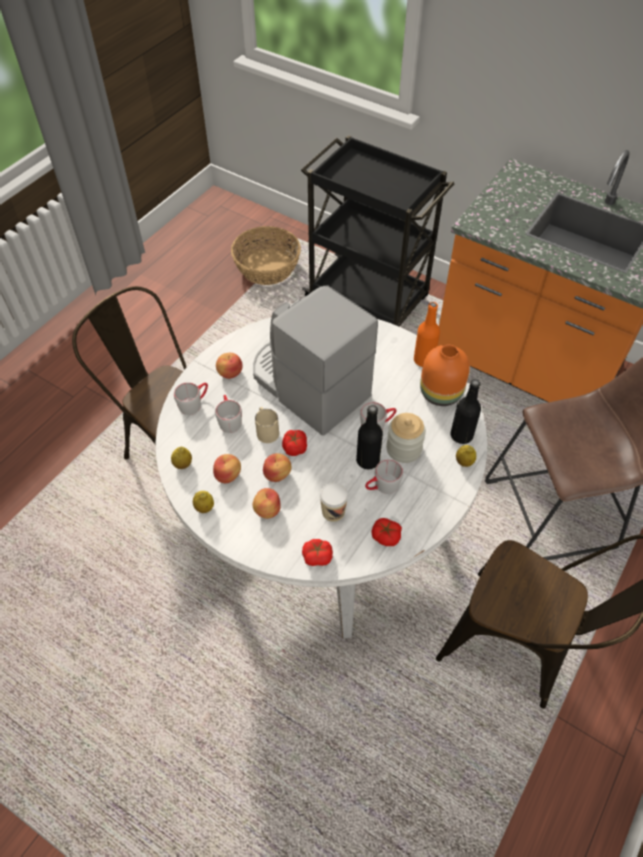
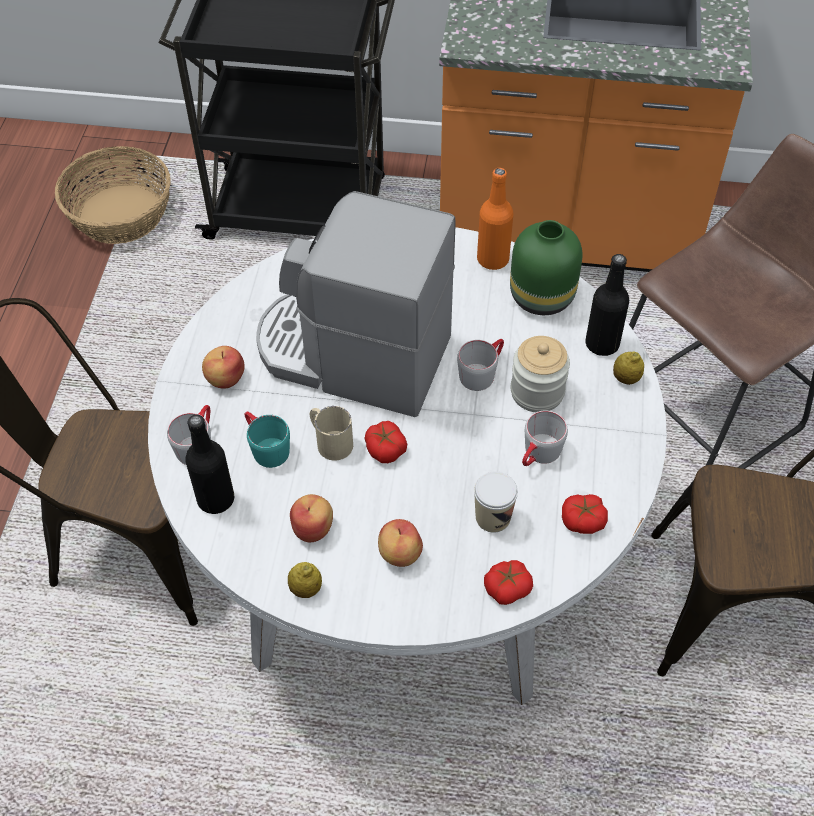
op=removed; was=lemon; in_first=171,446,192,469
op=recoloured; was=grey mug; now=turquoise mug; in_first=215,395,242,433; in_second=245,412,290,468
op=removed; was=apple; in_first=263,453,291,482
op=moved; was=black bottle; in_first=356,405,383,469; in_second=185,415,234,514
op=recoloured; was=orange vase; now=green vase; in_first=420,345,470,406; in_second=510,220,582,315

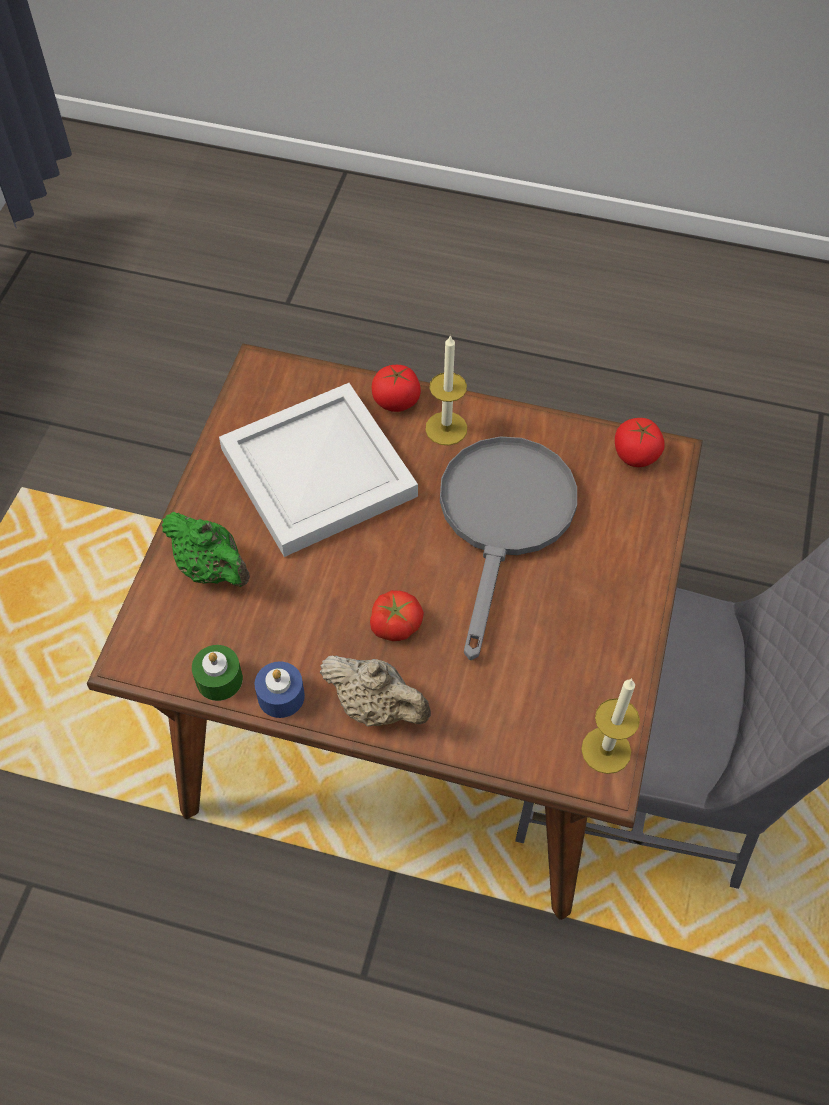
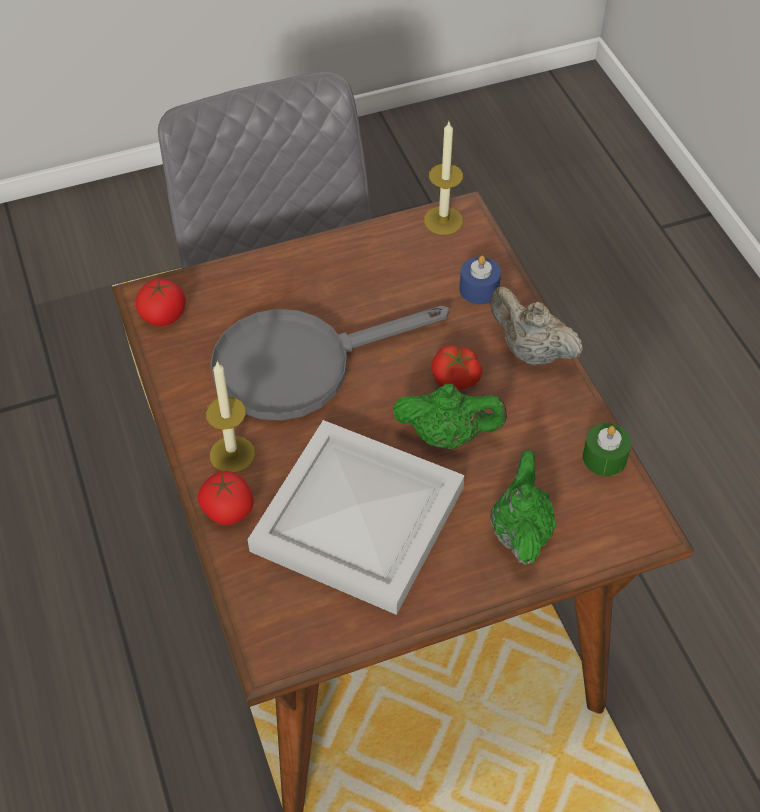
op=moved; was=blue candle; in_first=255,661,305,718; in_second=459,256,501,304
op=turned; was=beige teapot; in_first=320,656,431,727; in_second=490,287,583,366; clockwise=-45
op=added; now=green teapot; in_second=393,384,507,450

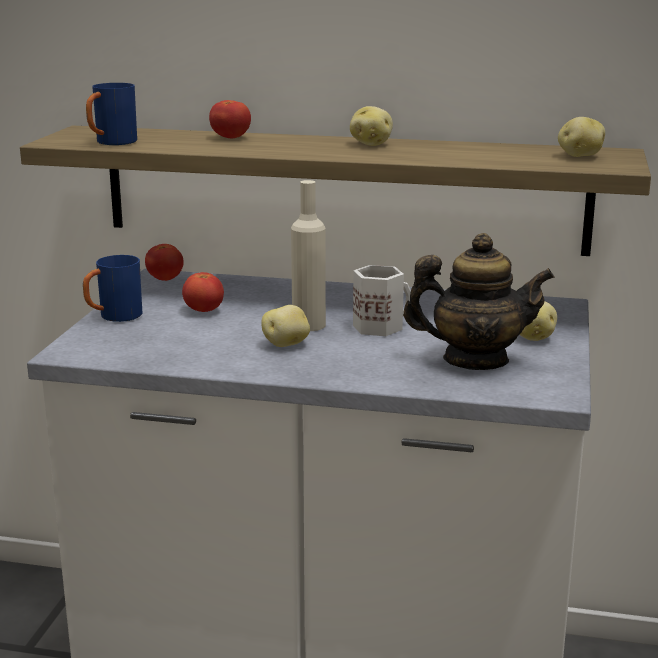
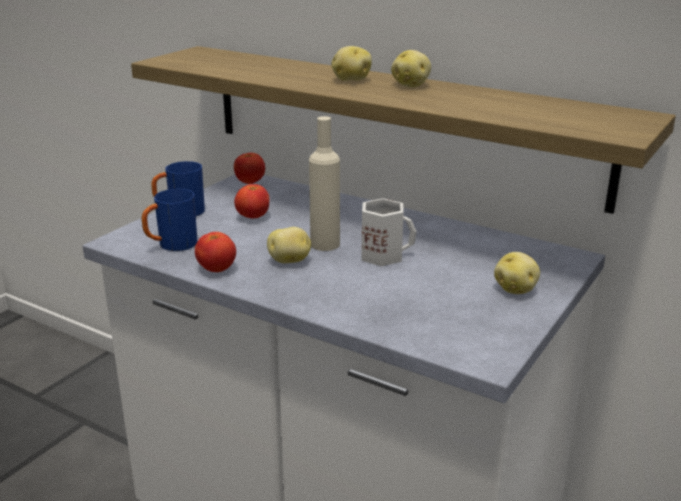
op=moved; was=blue mug; in_first=86,83,137,145; in_second=142,189,197,251
op=moved; was=tomato; in_first=209,100,251,138; in_second=195,232,236,272
op=removed; was=teapot; in_first=403,233,555,370
op=moved; was=potato; in_first=558,117,605,157; in_second=331,46,372,81

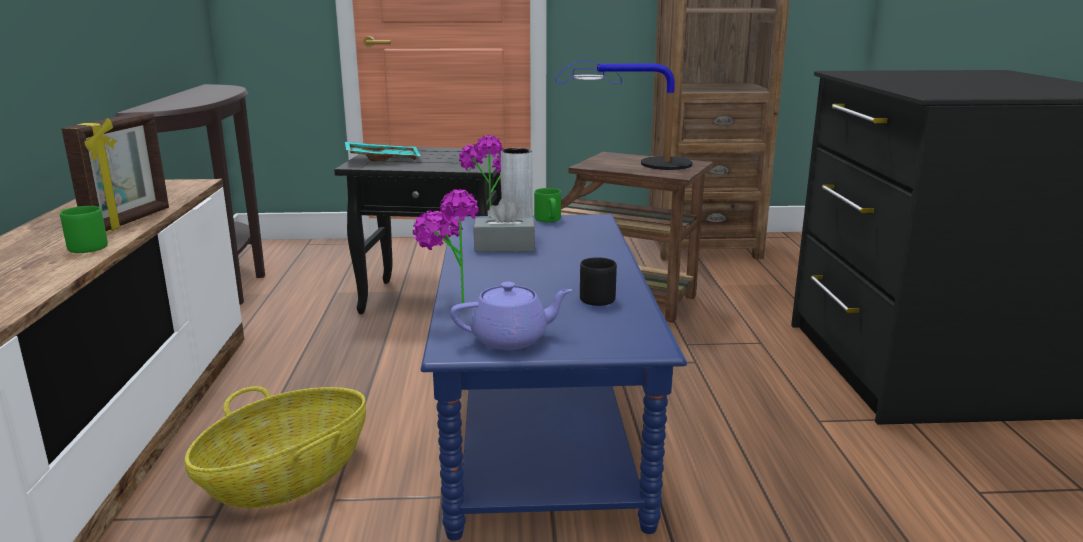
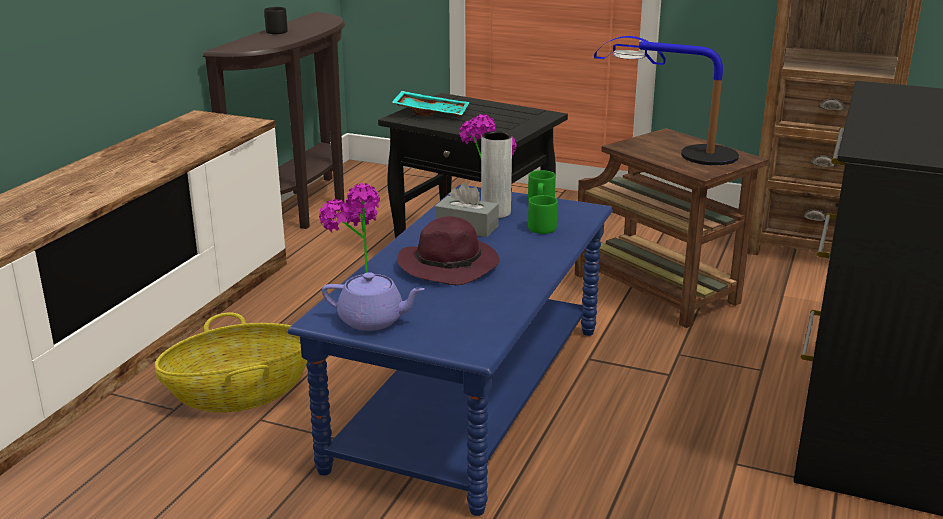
op=moved; was=green mug; in_first=60,206,108,253; in_second=528,195,558,234
op=removed; was=picture frame; in_first=61,112,169,231
op=moved; was=black mug; in_first=580,257,617,306; in_second=264,7,288,34
op=added; now=purple hat; in_second=397,216,500,285

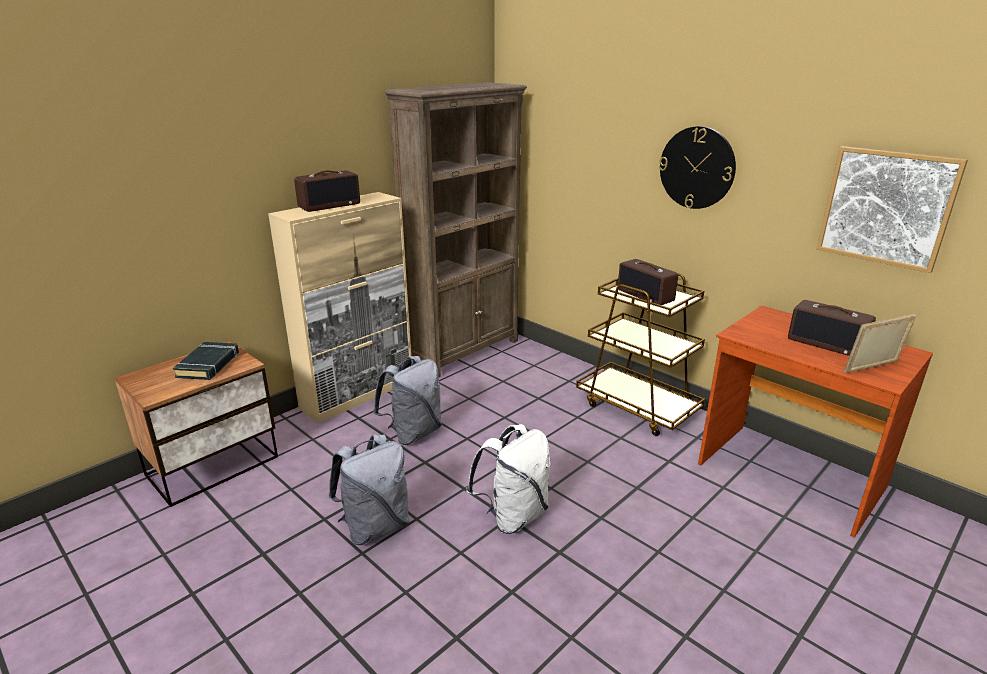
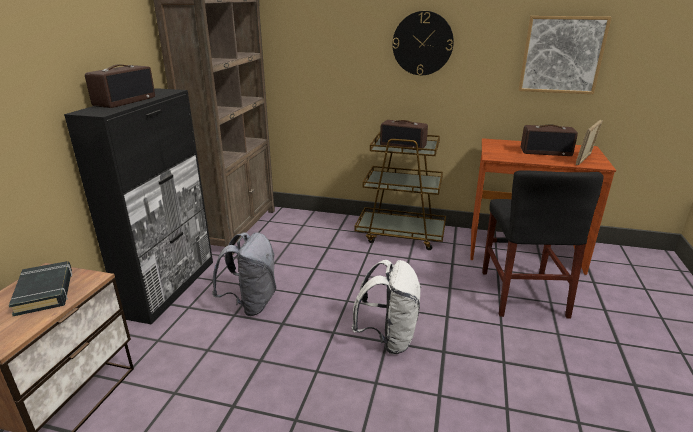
op=recoloured; was=beige cabinet; now=black cabinet; in_first=268,192,412,423; in_second=64,88,213,324
op=removed; was=grey backpack; in_first=328,434,409,545
op=added; now=black chair; in_second=482,170,604,319

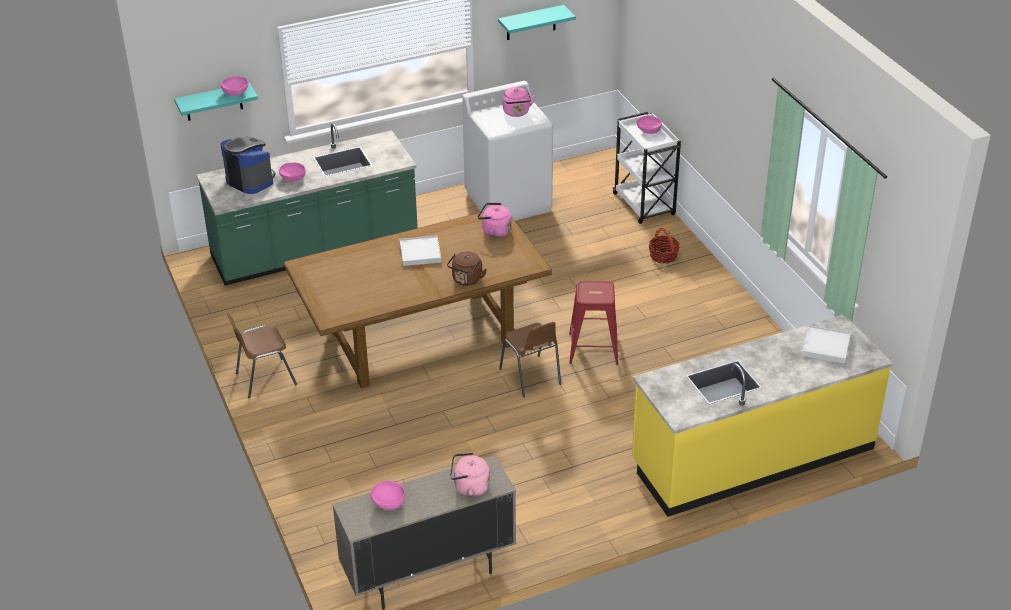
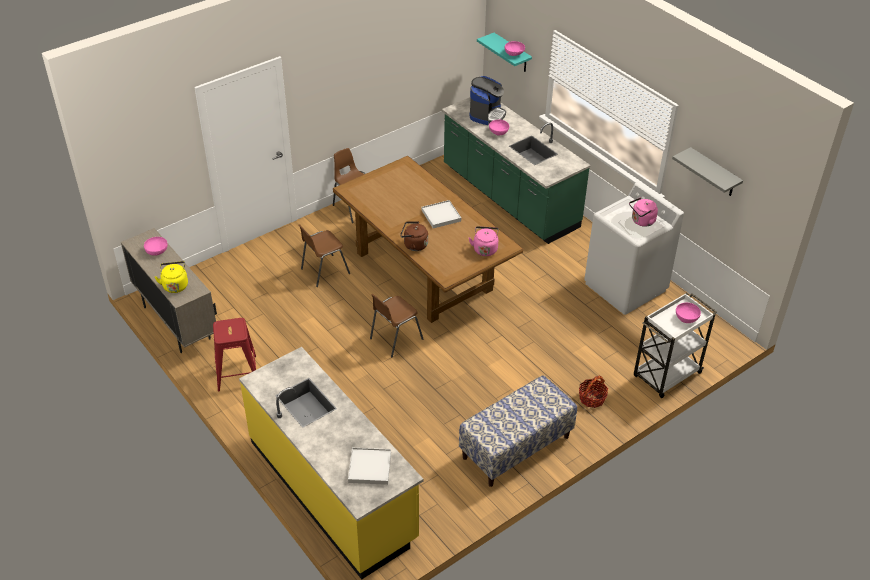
op=recoloured; was=pink kettle; now=yellow kettle; in_first=450,452,490,497; in_second=154,261,188,293
op=recoloured; was=turquoise shelf; now=grey shelf; in_first=498,5,576,40; in_second=672,147,743,196
op=moved; was=red stool; in_first=569,281,618,365; in_second=213,318,256,392
op=added; now=brown chair; in_second=299,224,350,287
op=added; now=bench; in_second=459,375,577,487

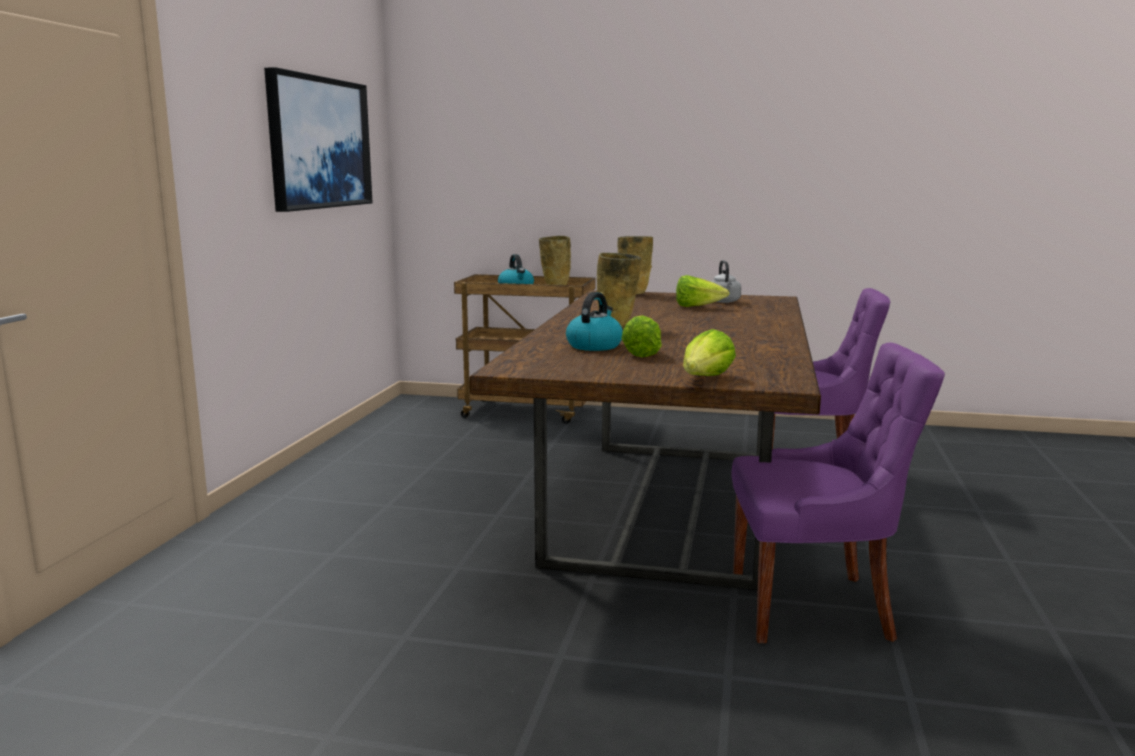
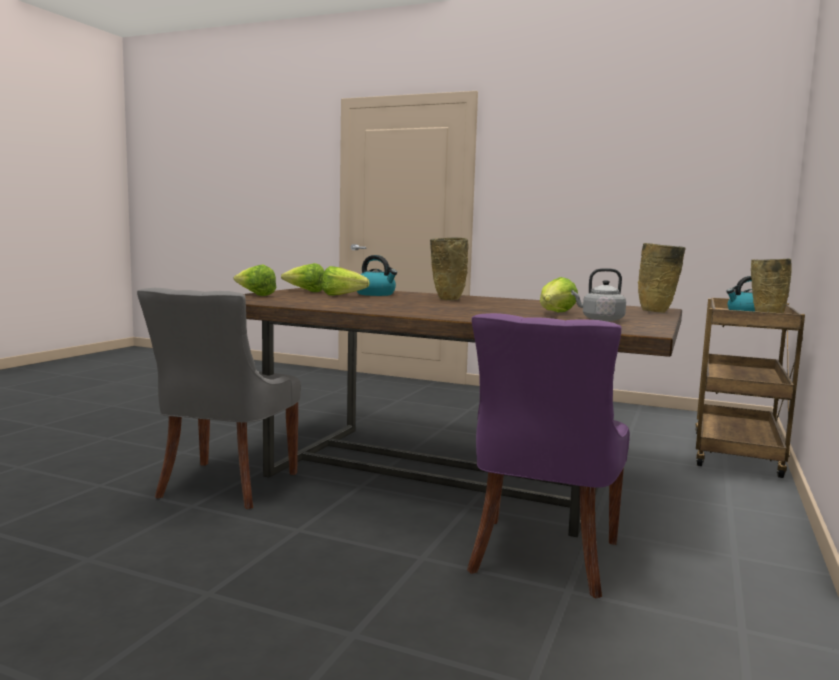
op=removed; was=picture; in_first=264,67,373,212
op=recoloured; was=purple chair; now=grey chair; in_first=731,343,945,643; in_second=137,288,301,509
op=added; now=lettuce; in_second=281,263,324,292

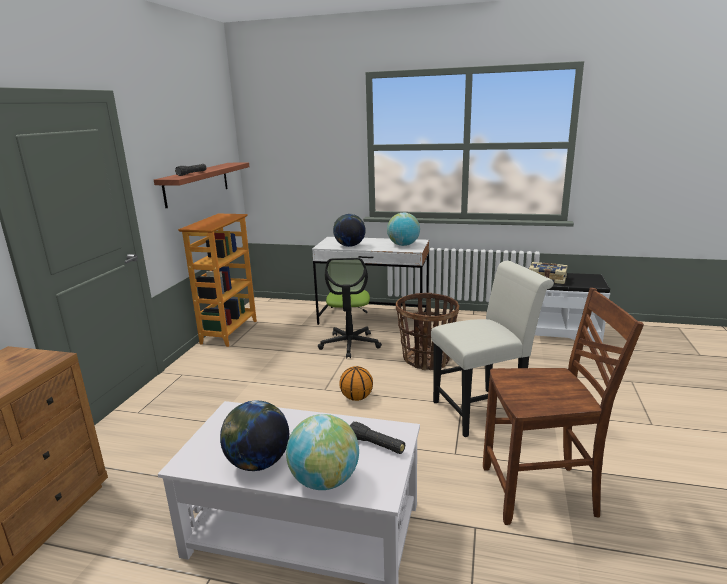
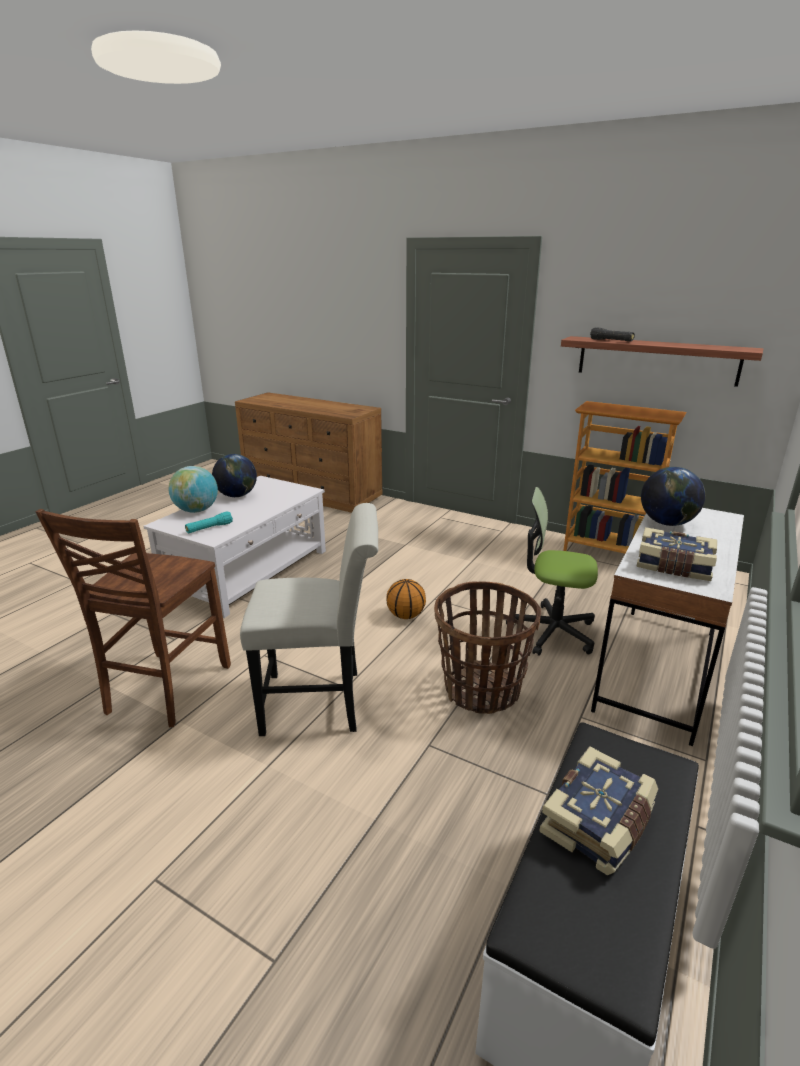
op=recoloured; was=black flashlight; now=turquoise flashlight; in_first=350,422,405,454; in_second=185,511,233,533
op=replaced; was=globe; now=book; in_first=387,213,420,246; in_second=636,527,717,581
op=turned; was=white chair; in_first=431,261,554,437; in_second=240,503,378,736; clockwise=-90

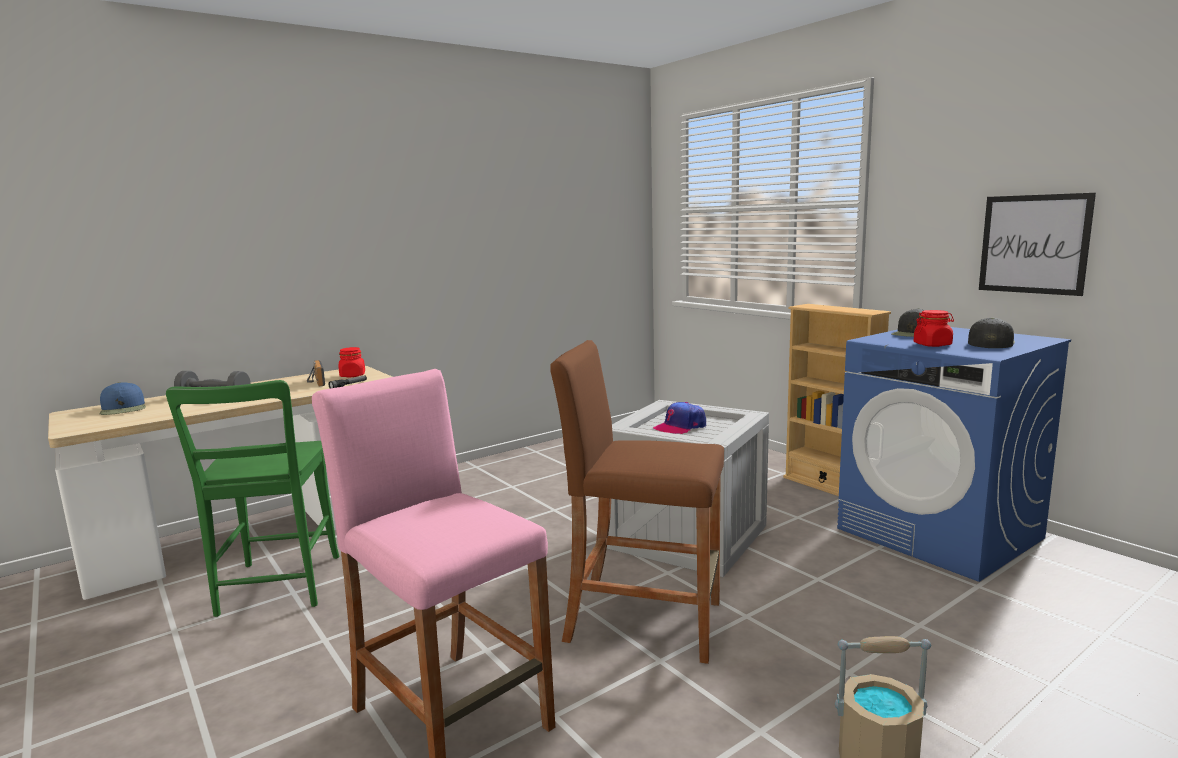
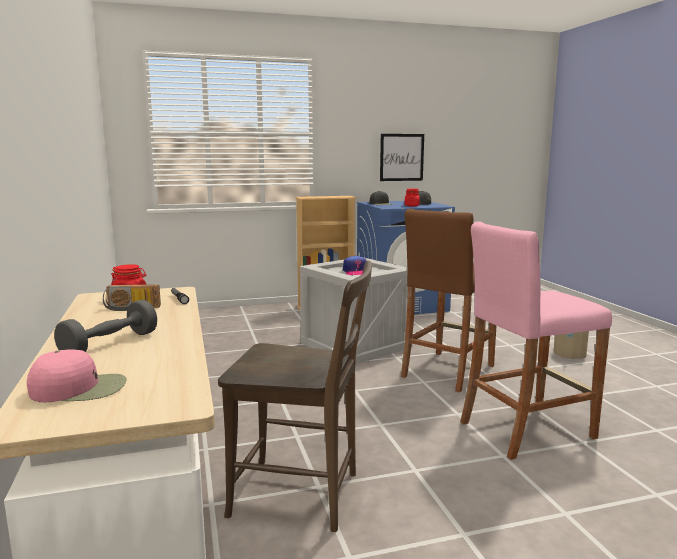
op=recoloured; was=blue cap; now=pink cap; in_first=99,382,146,415; in_second=27,349,127,402
op=recoloured; was=green chair; now=brown chair; in_first=166,380,339,617; in_second=218,261,372,532

